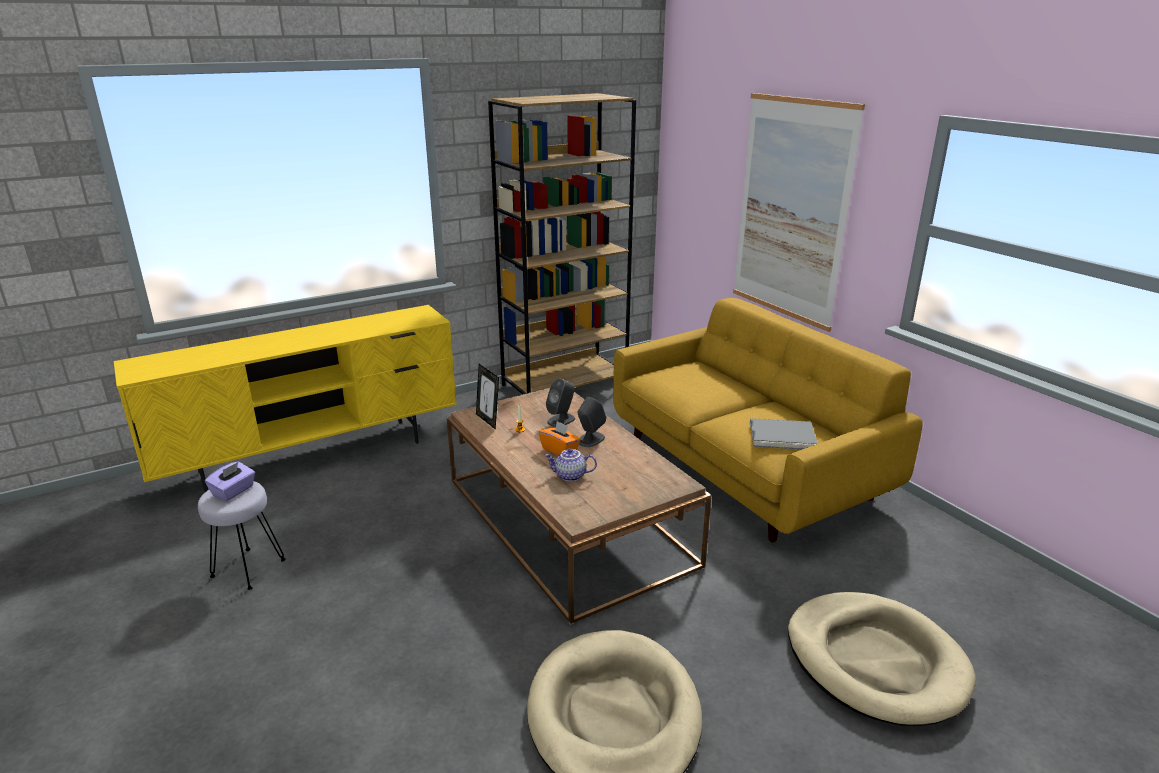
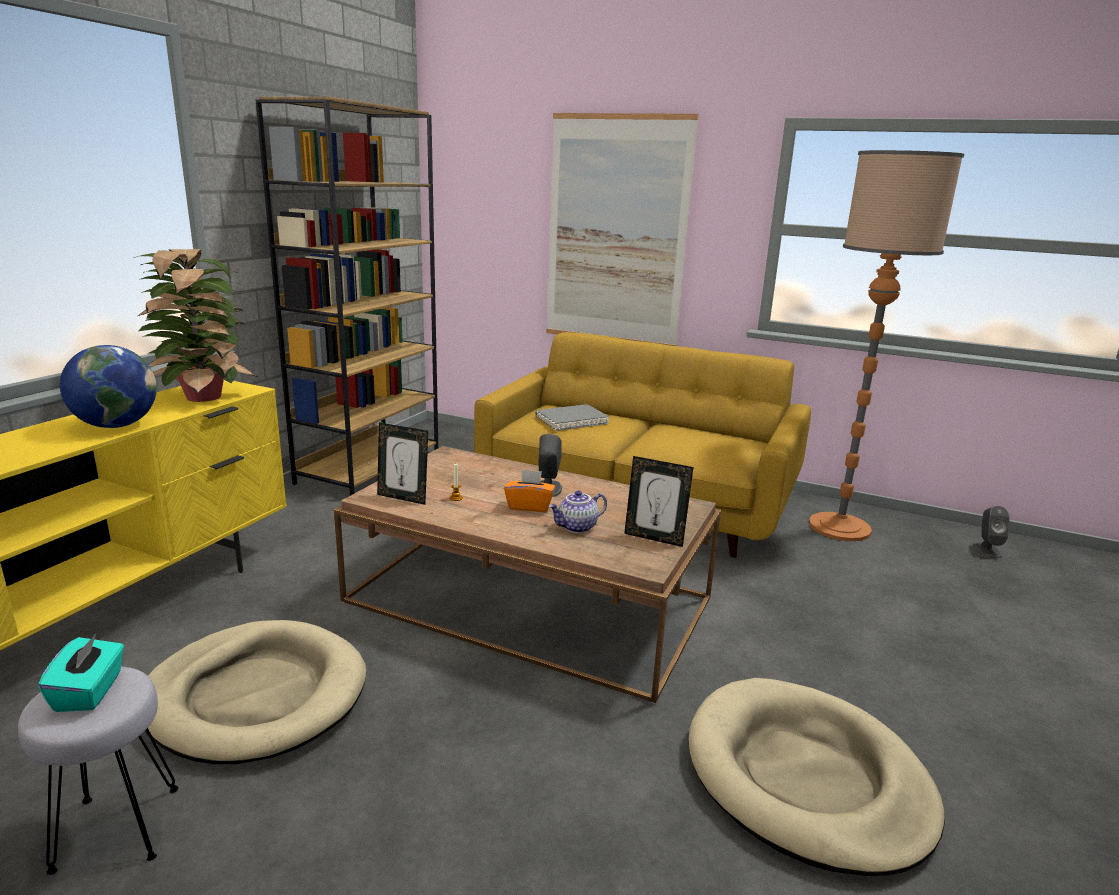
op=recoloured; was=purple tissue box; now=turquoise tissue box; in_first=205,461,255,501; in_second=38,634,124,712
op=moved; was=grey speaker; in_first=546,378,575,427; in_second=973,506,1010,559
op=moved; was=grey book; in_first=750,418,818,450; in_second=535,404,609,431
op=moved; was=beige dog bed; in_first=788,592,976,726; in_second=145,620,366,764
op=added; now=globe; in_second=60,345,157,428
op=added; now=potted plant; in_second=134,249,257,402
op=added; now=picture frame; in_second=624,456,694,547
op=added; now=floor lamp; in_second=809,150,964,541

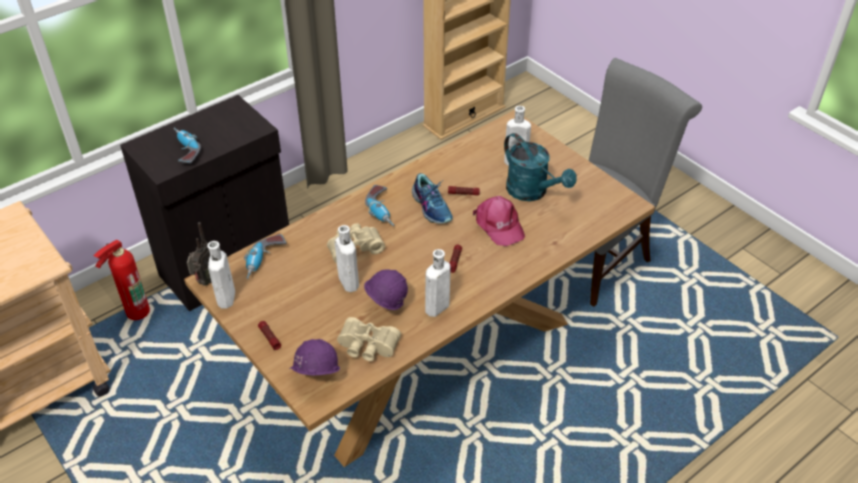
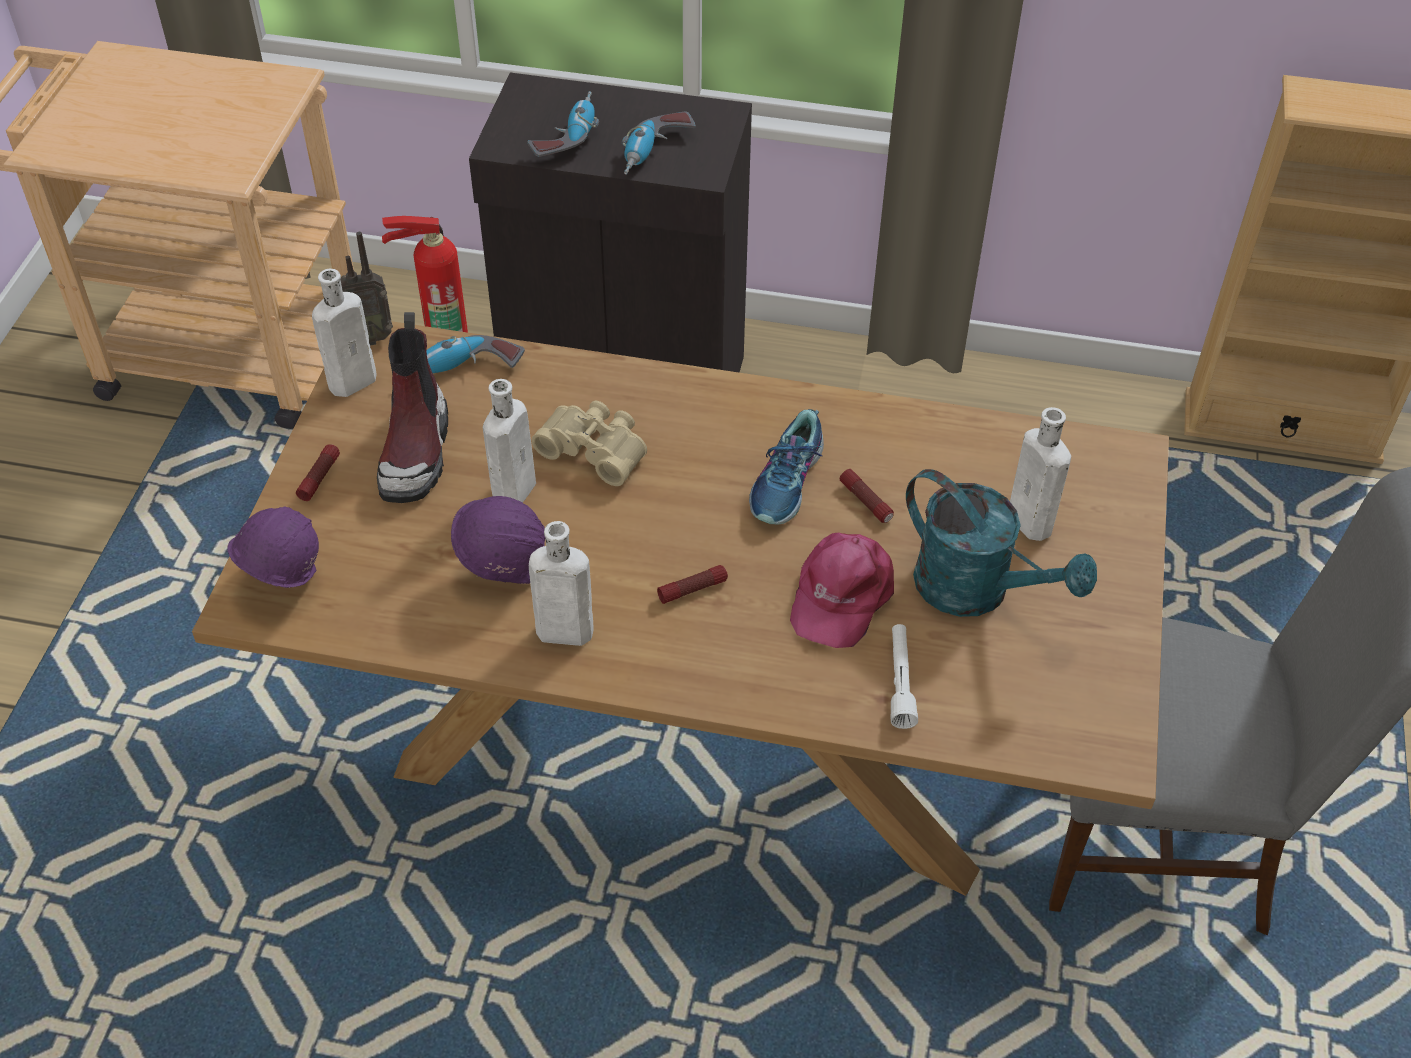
op=removed; was=beige binoculars; in_first=337,317,401,361
op=moved; was=power drill; in_first=365,185,394,226; in_second=622,112,696,175
op=turned; was=turquoise watering can; in_first=504,133,577,201; in_second=906,469,1097,617; clockwise=-60
op=added; now=boot; in_second=377,312,448,503
op=added; now=white flashlight; in_second=890,624,918,729

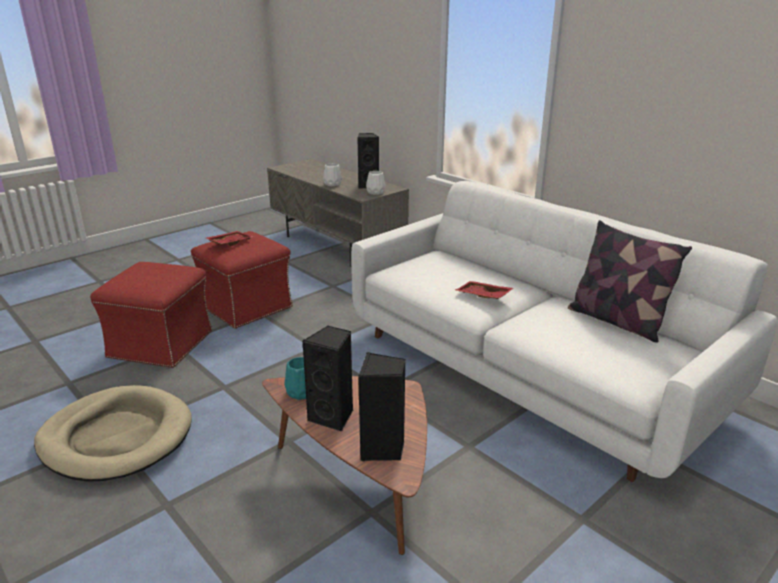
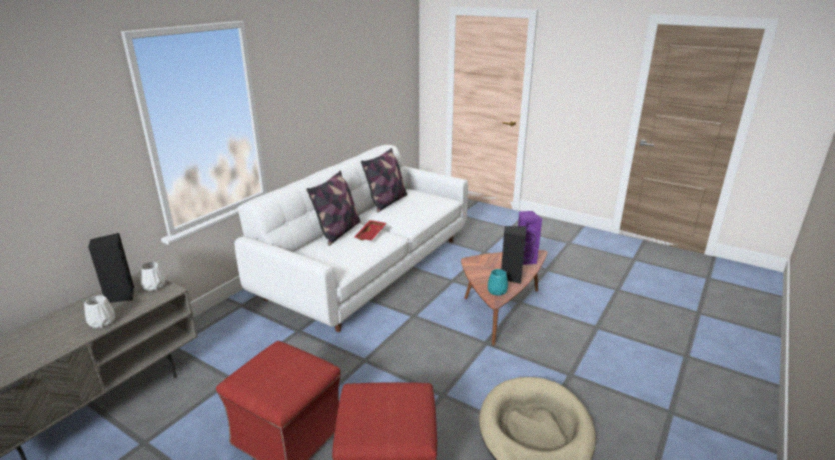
op=removed; was=red tray; in_first=206,231,254,246
op=recoloured; was=black speaker; now=purple speaker; in_first=358,352,406,461; in_second=518,211,542,265
op=added; now=pillow; in_second=307,170,361,246

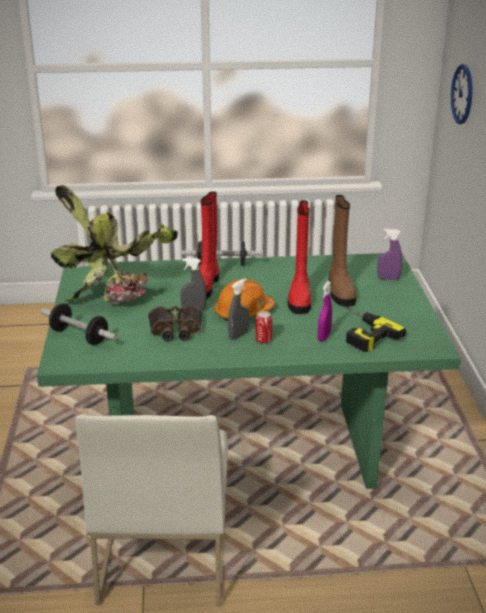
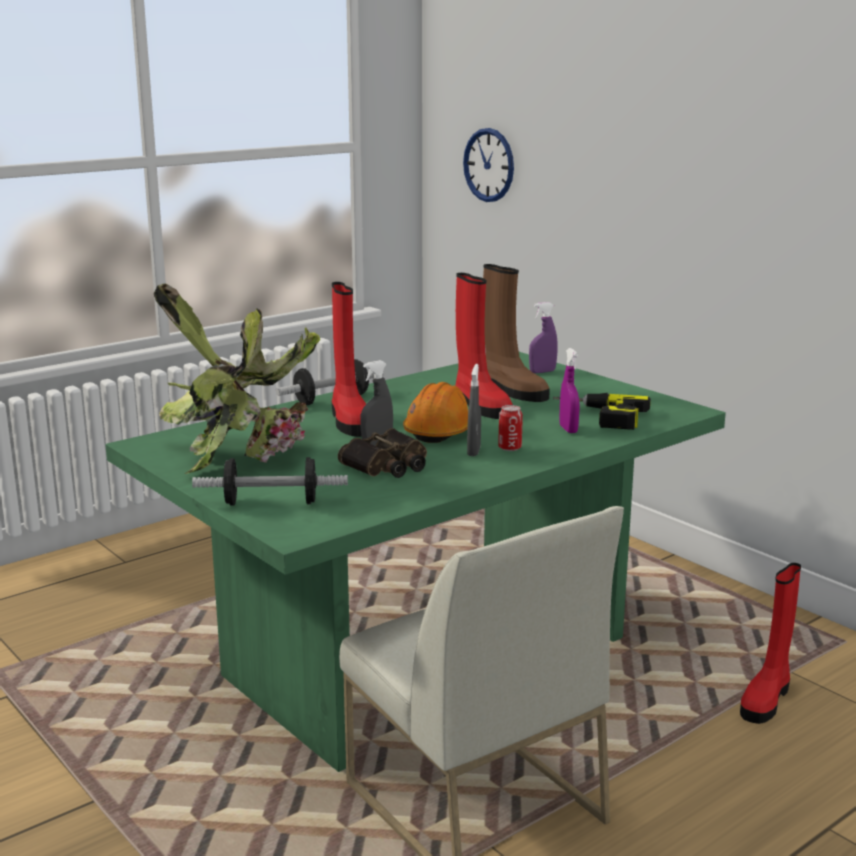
op=added; now=red boot; in_second=740,563,801,724

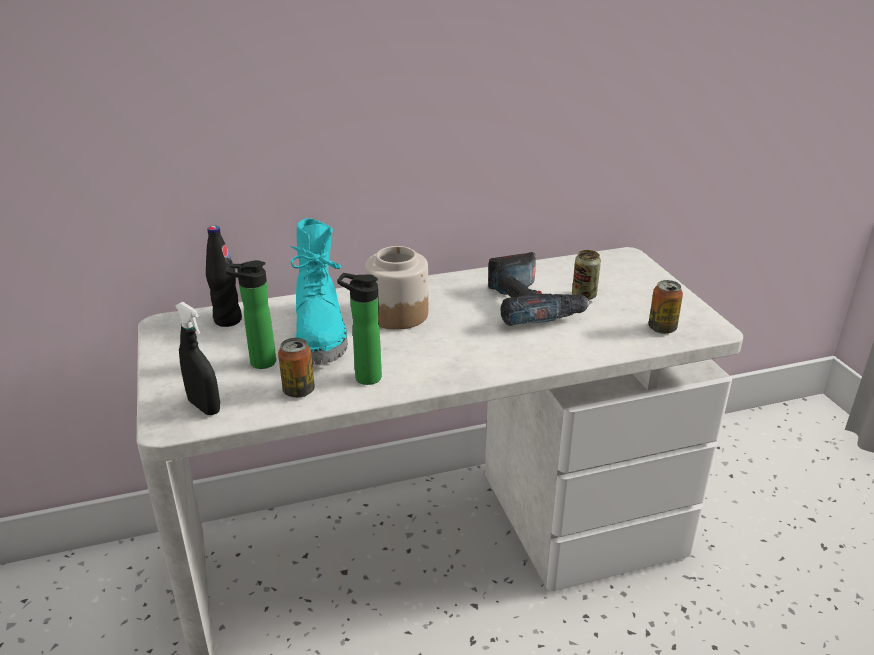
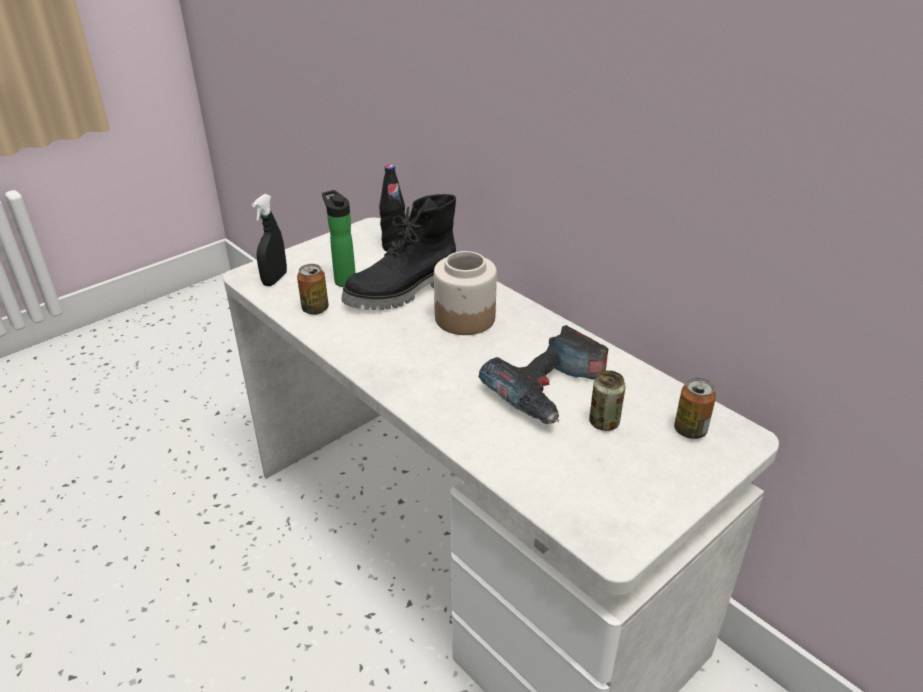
op=recoloured; was=turquoise boot; now=black boot; in_first=290,218,347,365; in_second=341,194,456,310
op=removed; was=bottle; in_first=337,273,382,385
op=moved; was=can; in_first=648,280,683,334; in_second=674,378,716,439

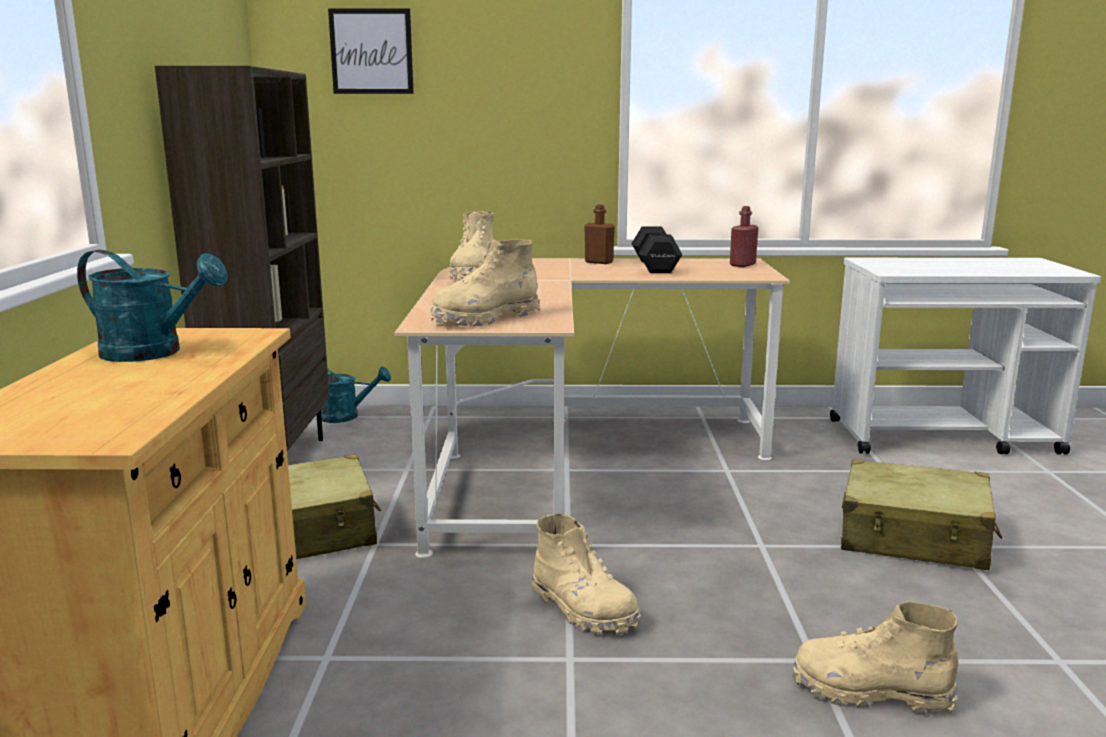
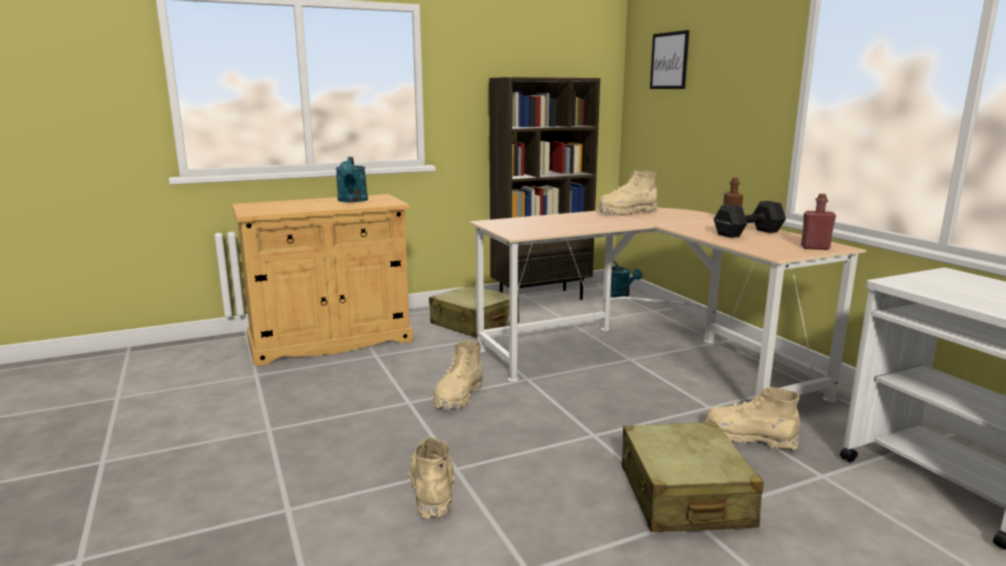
op=moved; was=beige boot; in_first=430,239,540,327; in_second=704,387,800,451

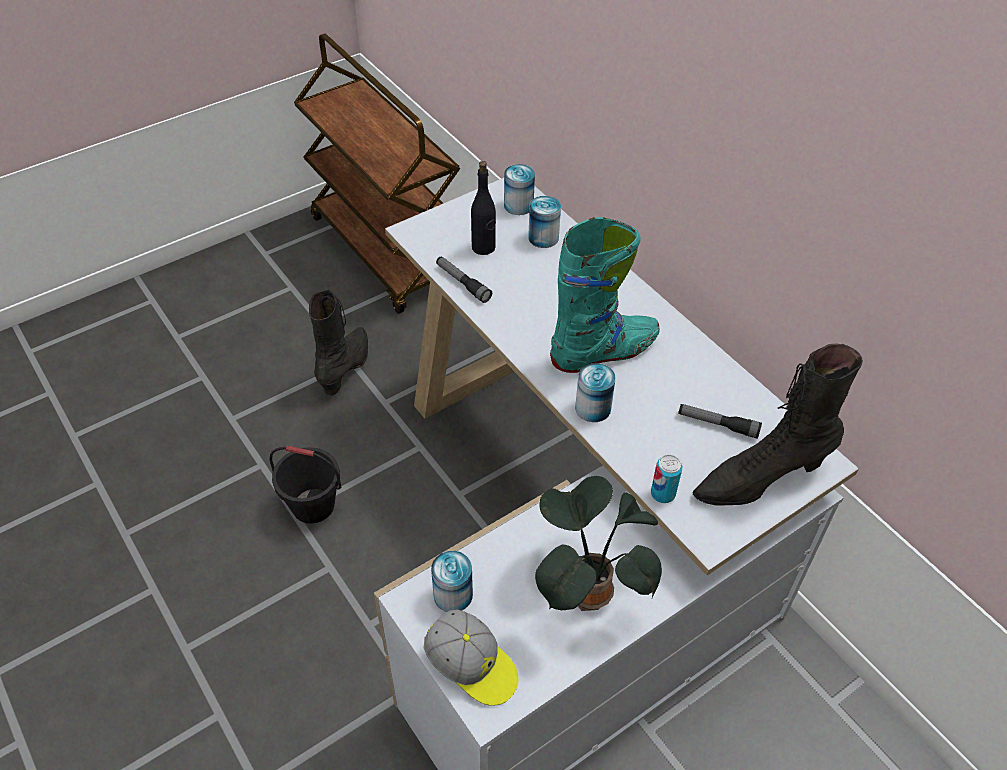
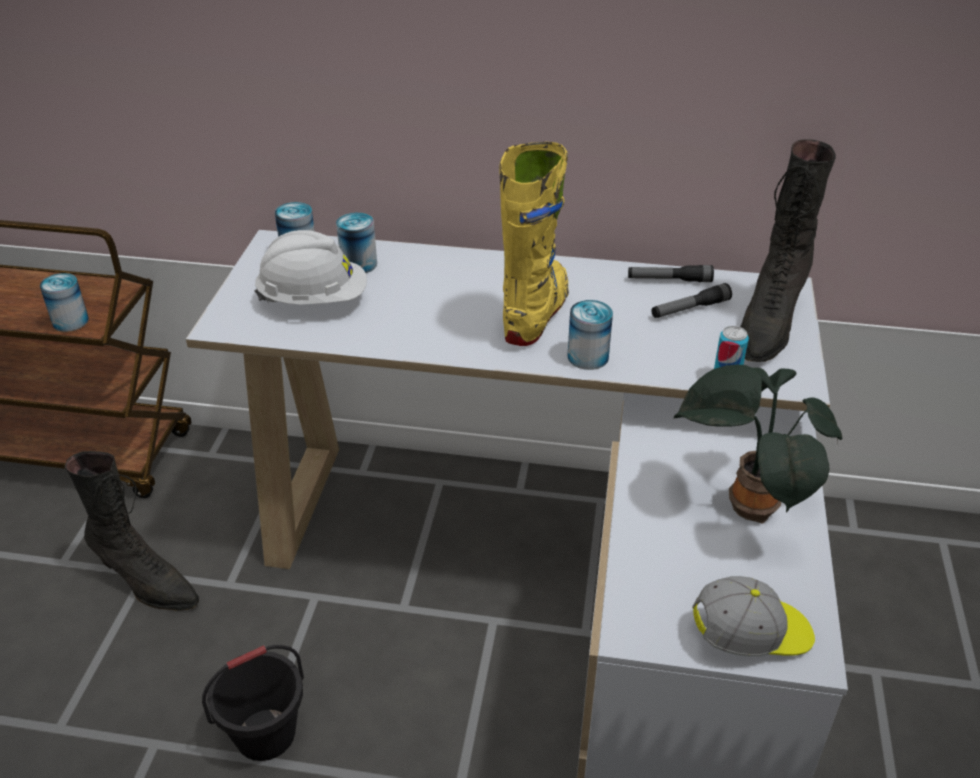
op=turned; was=black boot; in_first=309,289,368,396; in_second=65,451,199,610; clockwise=150
op=moved; was=can; in_first=431,551,473,612; in_second=40,273,89,332
op=moved; was=flashlight; in_first=436,256,492,303; in_second=628,265,714,282
op=replaced; was=black bottle; now=white hard hat; in_first=471,161,496,255; in_second=254,230,367,305
op=recoloured; was=turquoise boot; now=yellow boot; in_first=550,217,660,373; in_second=499,142,569,346

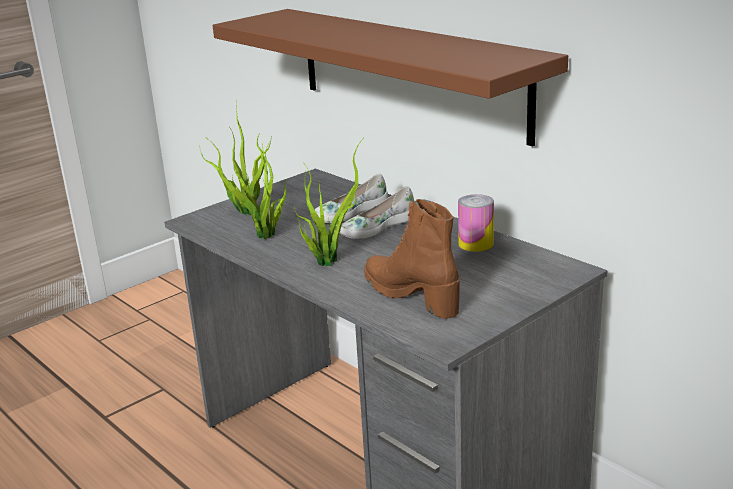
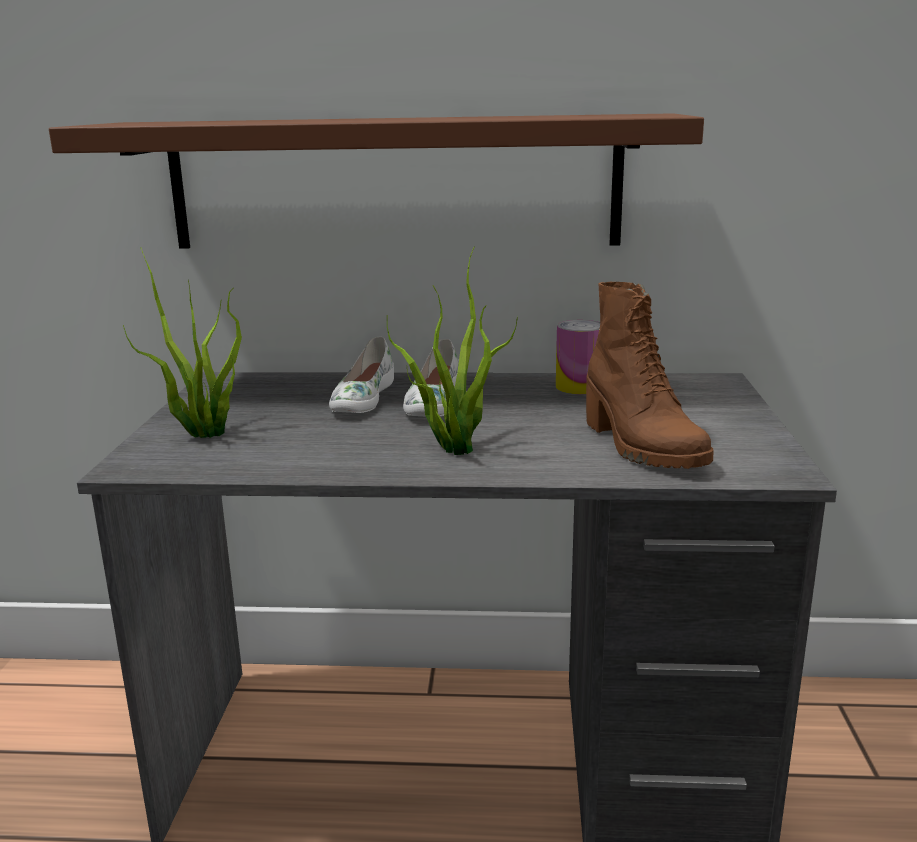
op=removed; was=potted plant; in_first=205,137,287,239
op=turned; was=brown boot; in_first=364,199,460,319; in_second=586,282,714,469; clockwise=-120

